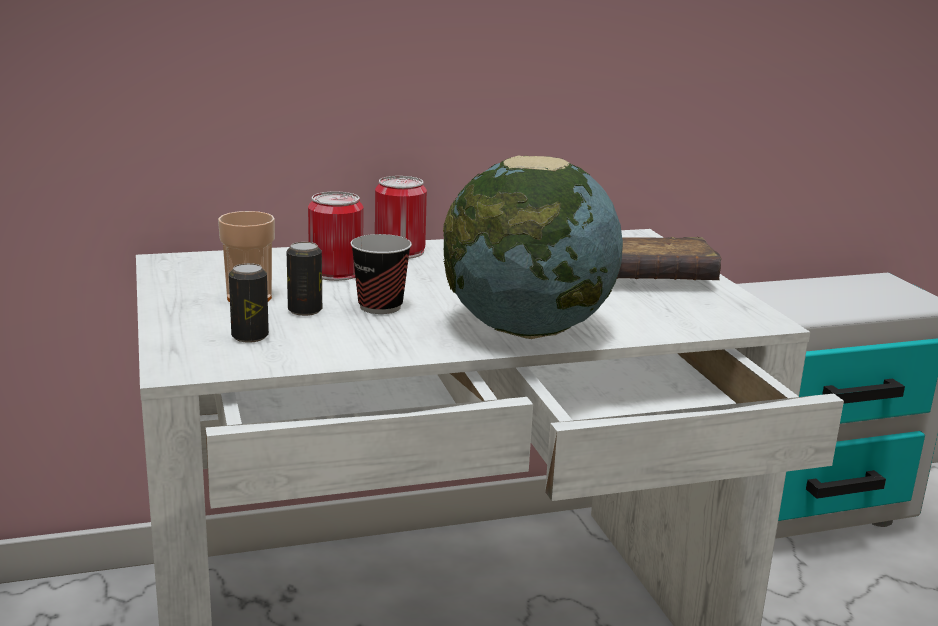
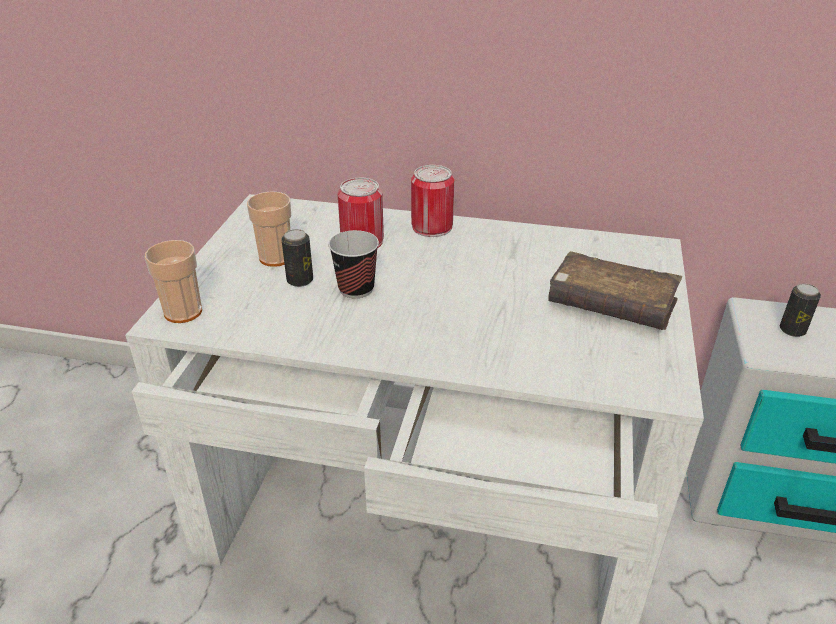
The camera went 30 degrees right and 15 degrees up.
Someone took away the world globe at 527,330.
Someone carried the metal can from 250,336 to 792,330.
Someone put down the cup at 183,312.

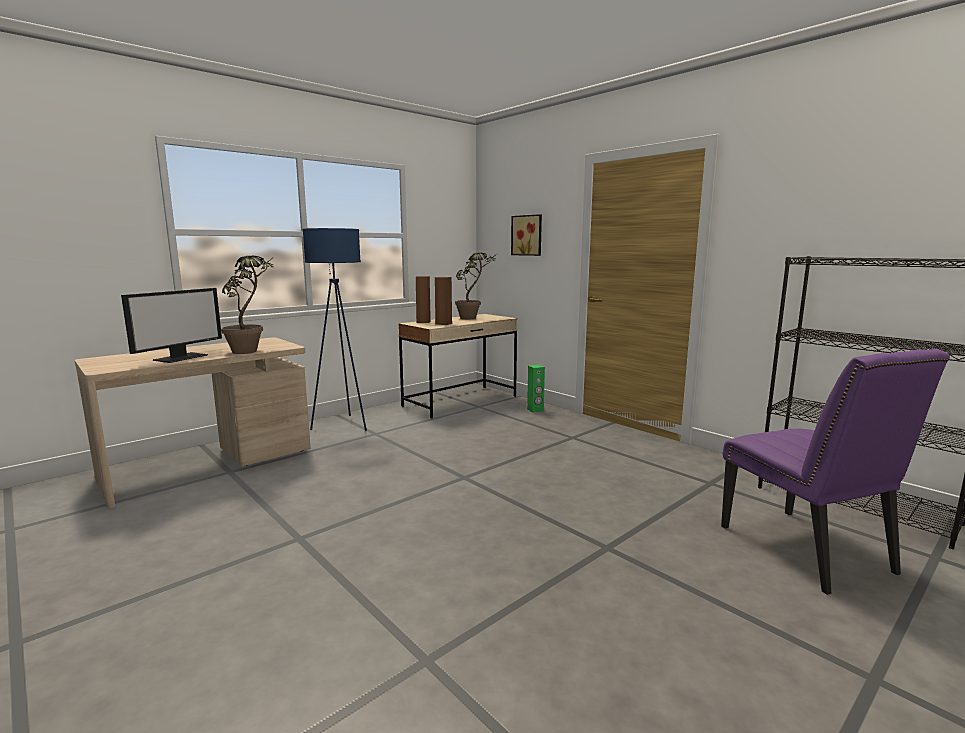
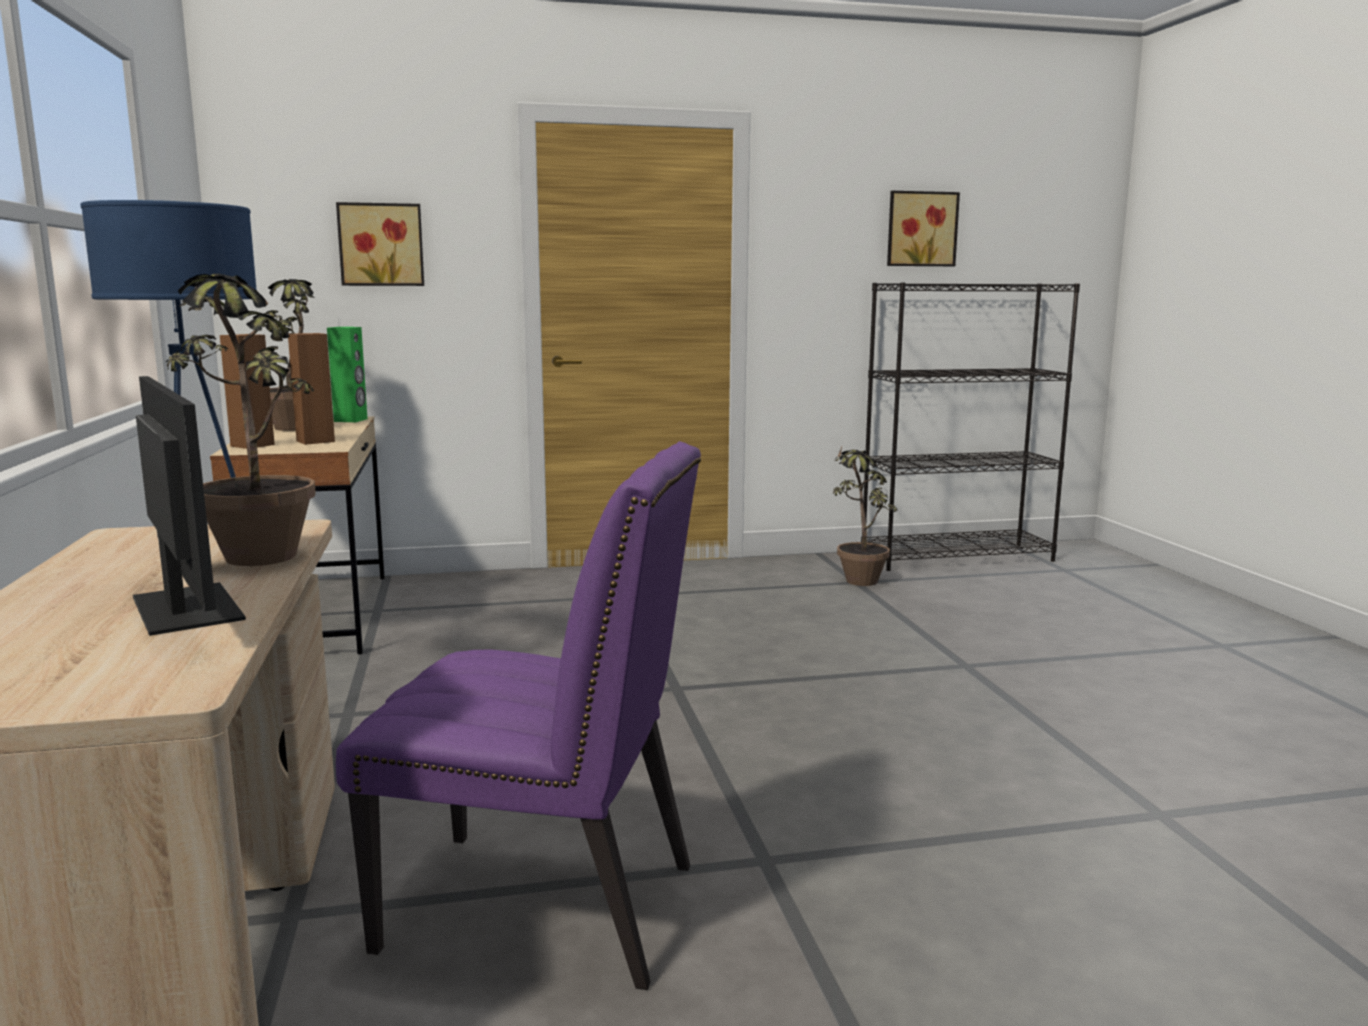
The camera went 60 degrees left and 0 degrees up.
Someone carried the purple chair from 802,548 to 538,907.
Someone carried the greenish speaker from 535,410 to 351,420.
Someone put up the wall art at 921,229.
Someone put down the houseplant at 857,578.

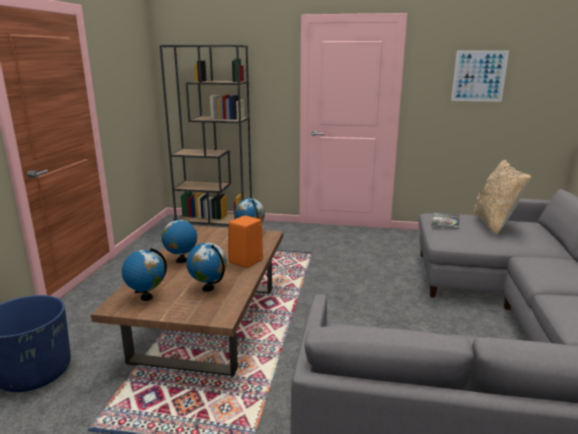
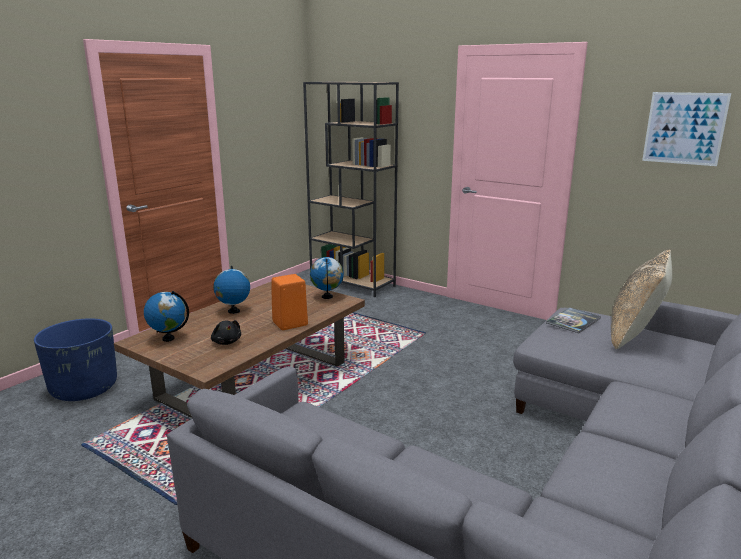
The camera went 25 degrees right and 0 degrees up.
Someone swapped the world globe at 208,288 for the black plush toy at 226,342.

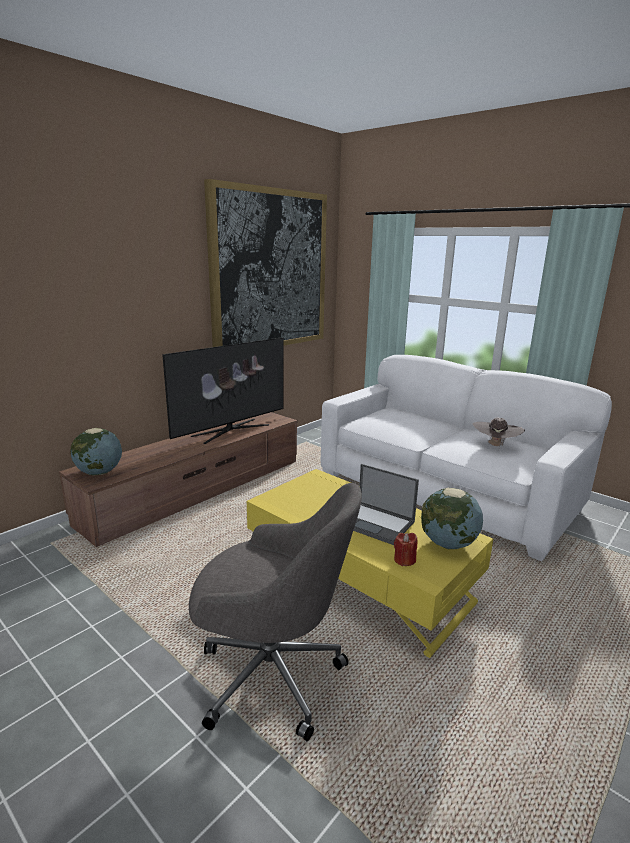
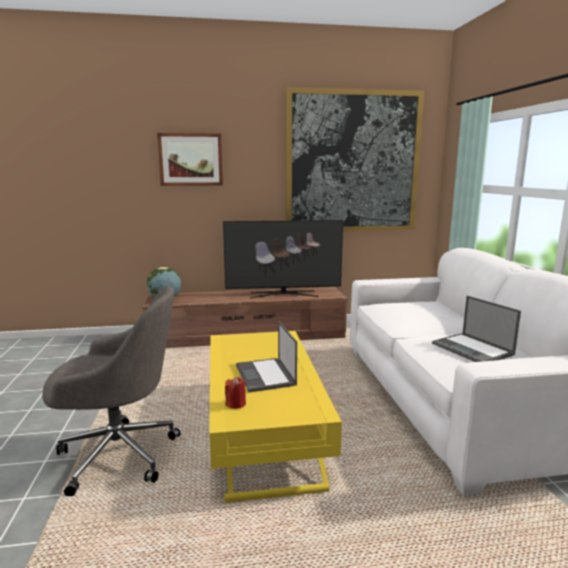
The camera went 40 degrees right and 5 degrees down.
Someone swapped the brownish wearable hat at 495,446 for the notebook computer at 473,349.
Someone rotated the gray computer chair at 273,676 by 60 degrees counterclockwise.
Someone took away the world globe at 448,544.
Someone put up the wall art at 190,159.

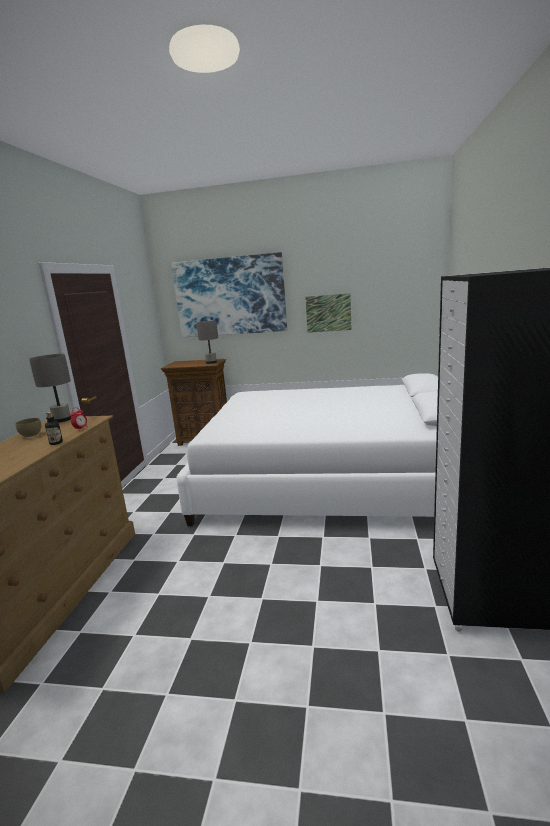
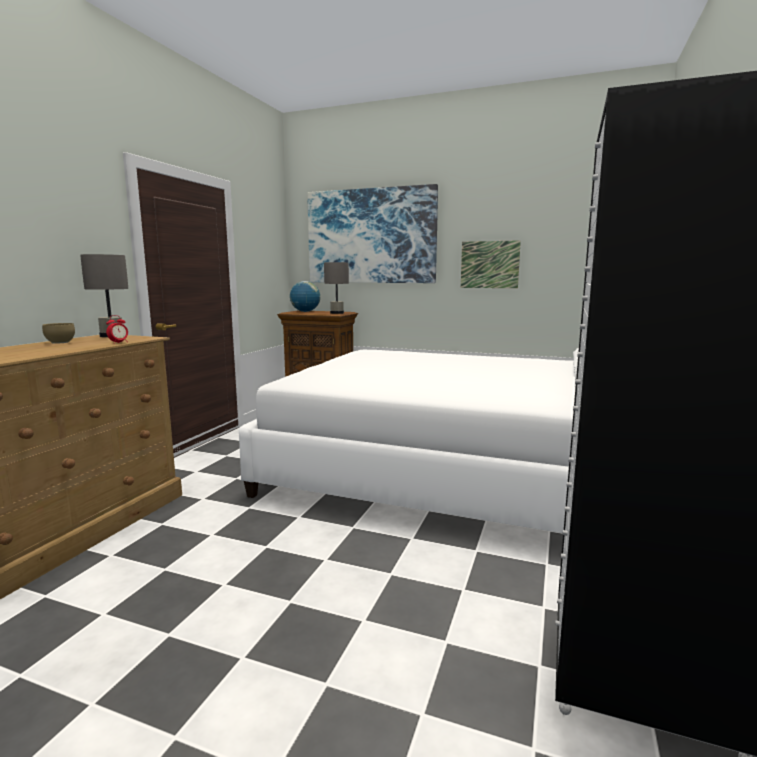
The camera went 10 degrees right and 5 degrees down.
Someone took away the drink bottle at 56,443.
Someone put down the world globe at 305,311.

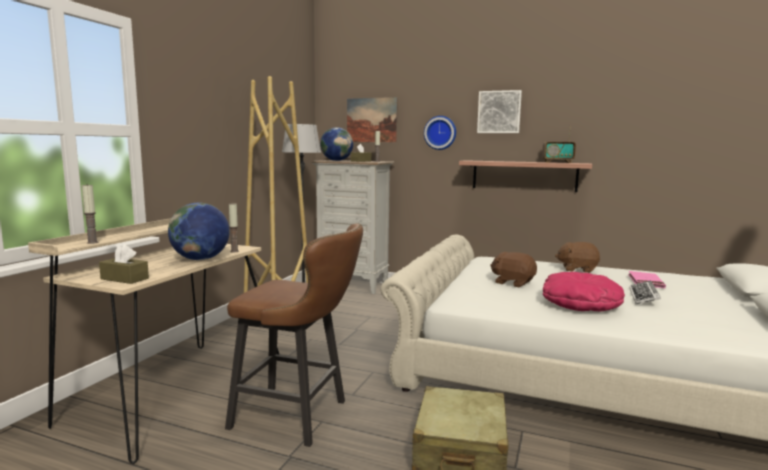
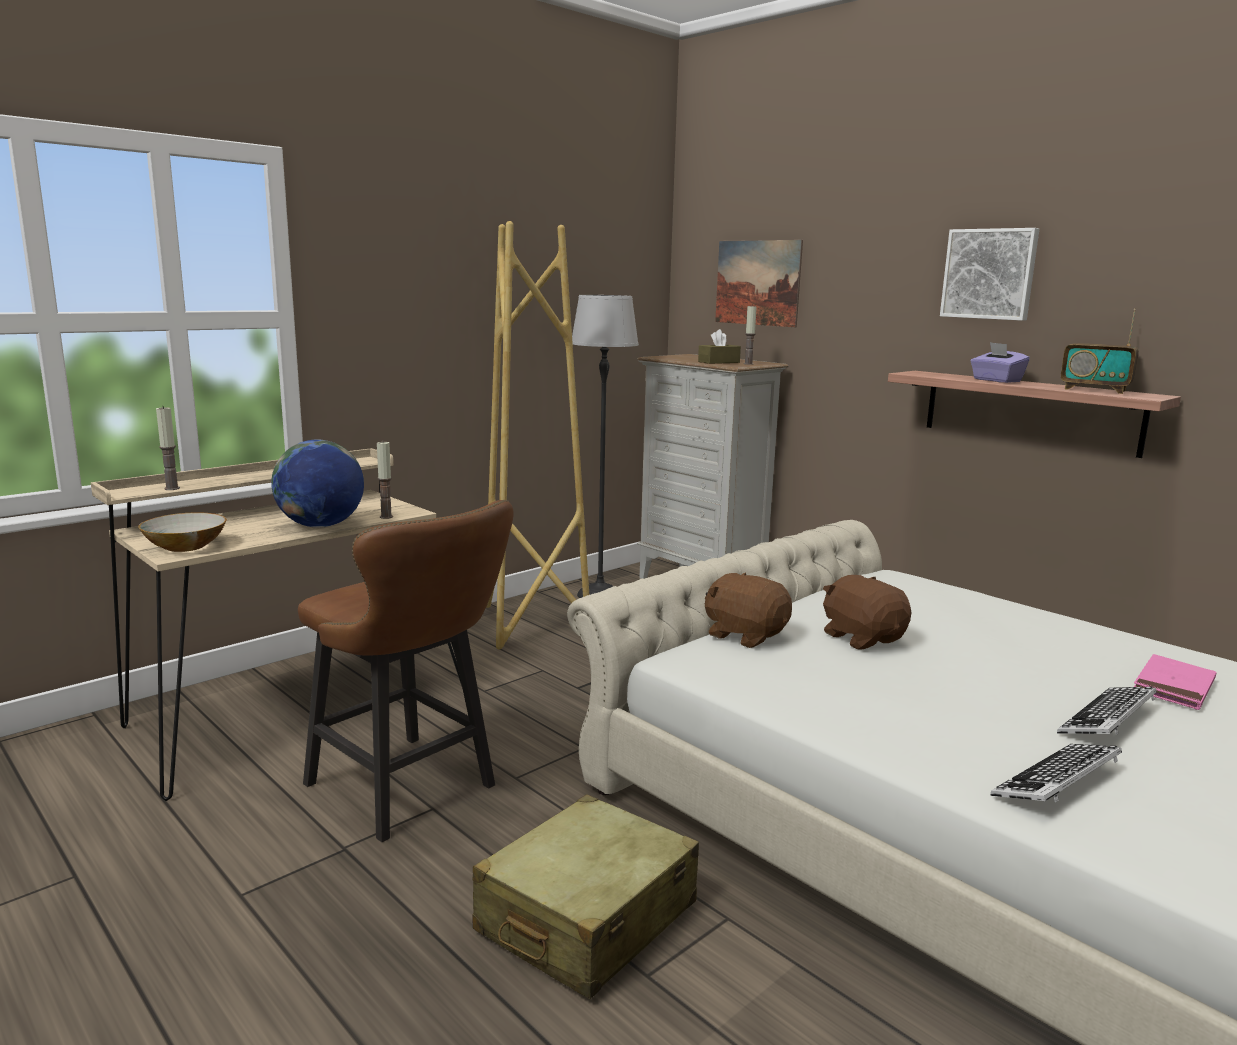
The camera went 25 degrees right and 5 degrees up.
Someone took away the clock on the wall at 440,133.
Someone took away the world globe at 336,160.
Someone carried the brownish plush toy from 577,269 to 745,635.
Someone swapped the brownish tissue holder at 124,279 for the deep dish at 184,546.
Someone took away the pink cushion at 581,304.
Someone put down the purple tissue holder at 996,380.
Someone put down the computer keyboard at 1057,783.

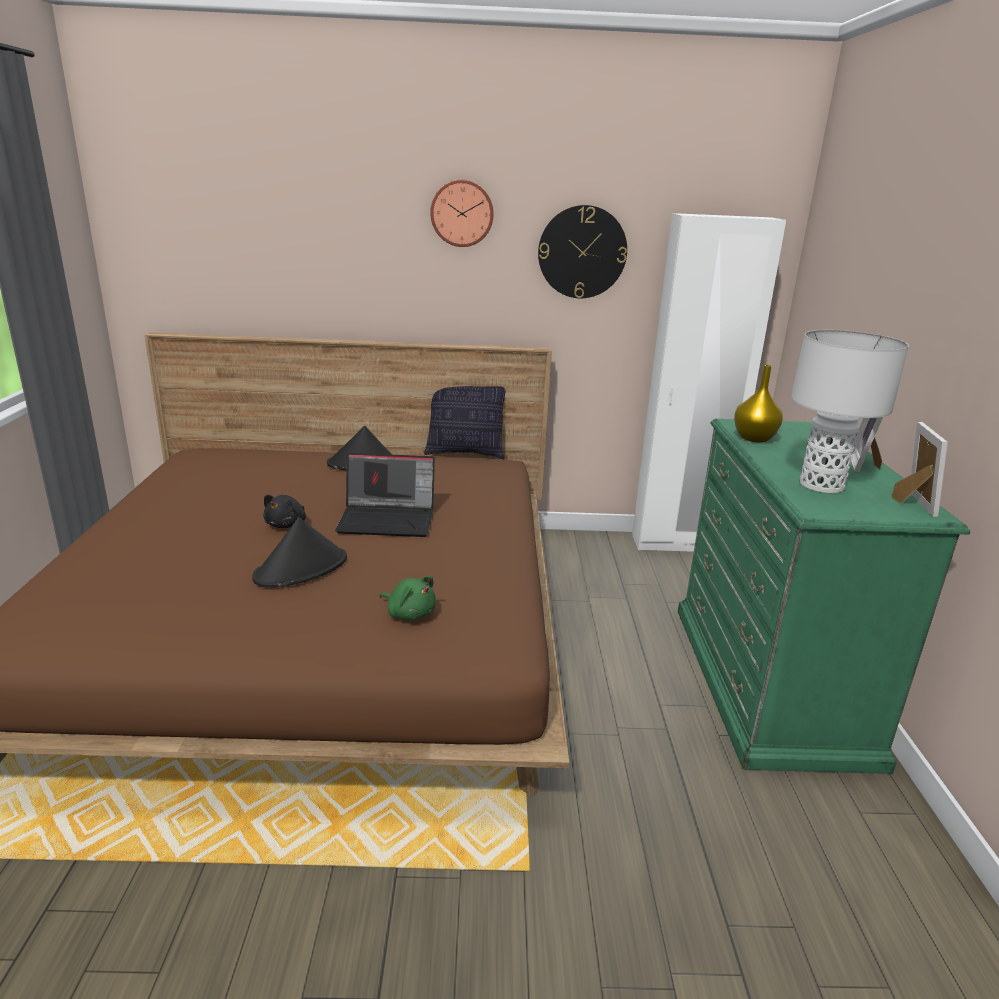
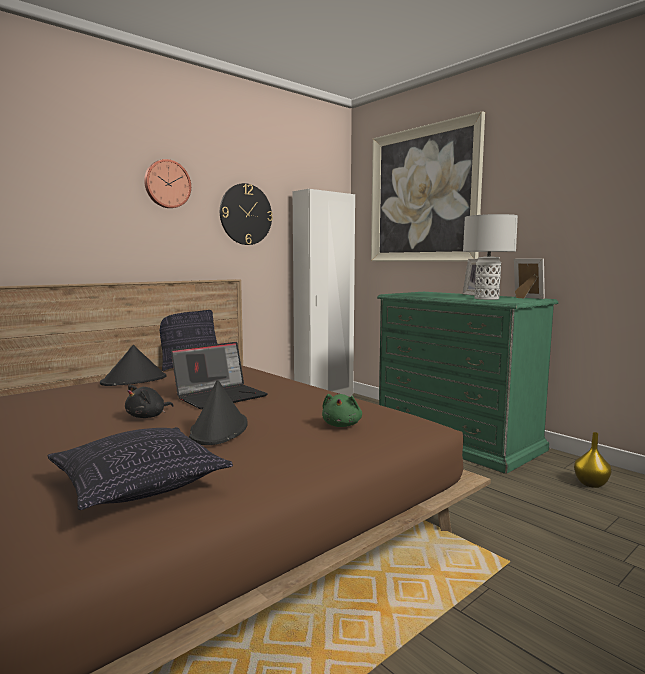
The camera went 40 degrees left and 15 degrees down.
Someone carried the yellow flower vase from 754,439 to 591,484.
Someone rotated the black plush toy at 287,525 by 60 degrees clockwise.
Someone rotated the greenish plush toy at 409,613 by 105 degrees clockwise.
Someone put up the wall art at 423,195.
Someone put down the cushion at 140,485.

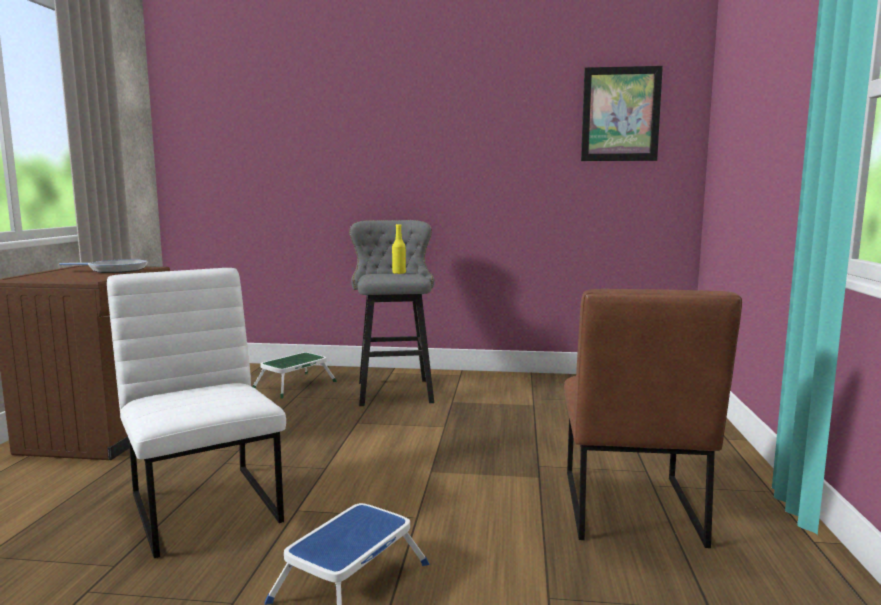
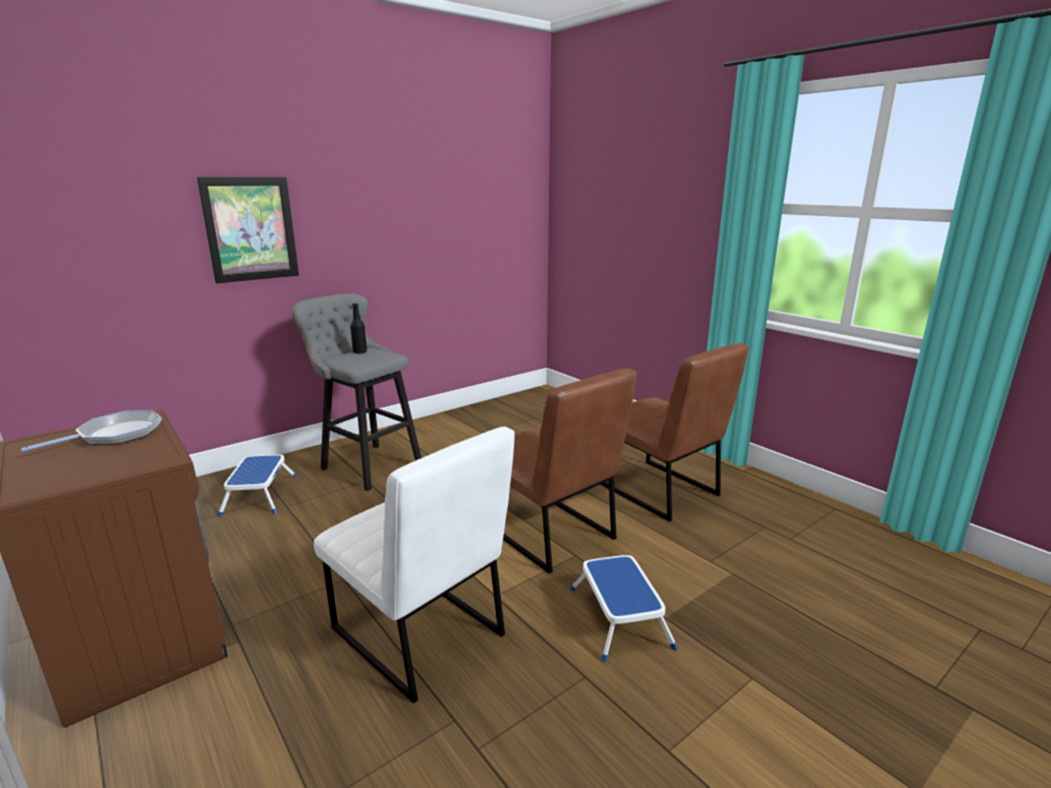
The camera went 45 degrees left and 10 degrees up.
Someone carried the wall art from 620,114 to 250,229.
Someone repainted the yellow drink bottle at 399,273, which became the black drink bottle at 360,352.
Someone rotated the whitish chair at 205,505 by 150 degrees counterclockwise.
Someone repainted the greenish step stool at 295,385, which became the blue-coloured step stool at 260,495.
Someone put down the brownish chair at 549,533.

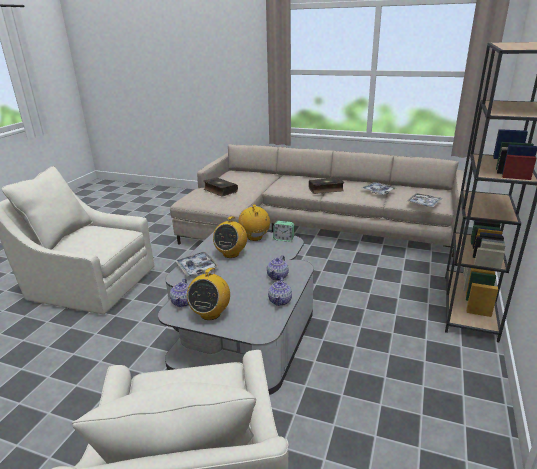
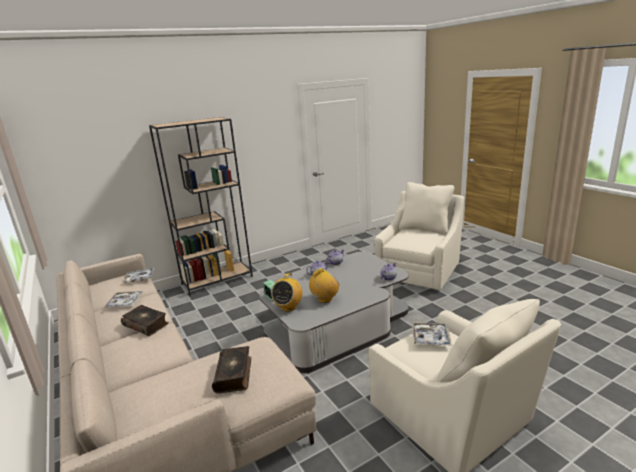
The camera went 140 degrees left and 5 degrees down.
Someone carried the serving tray from 197,267 to 431,338.
Someone took away the radio at 210,313.

